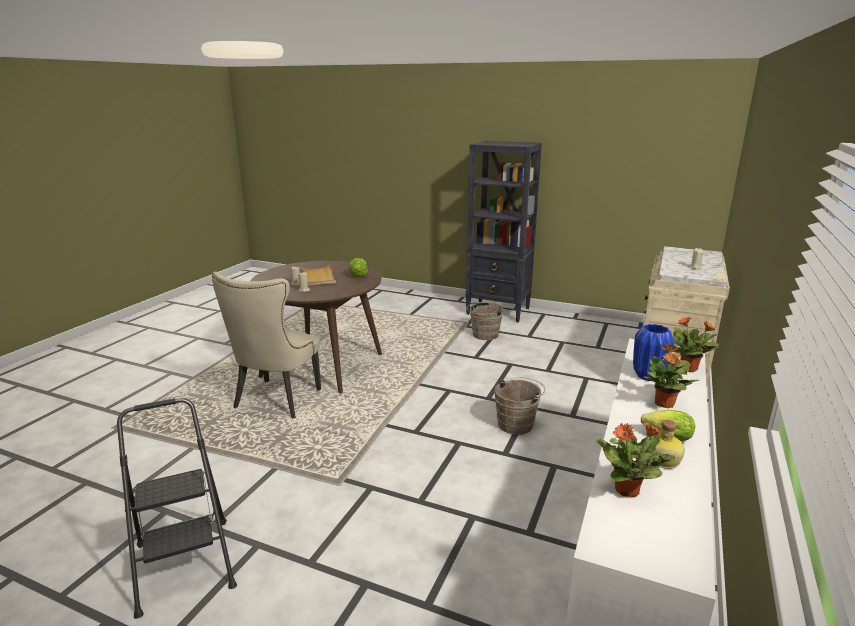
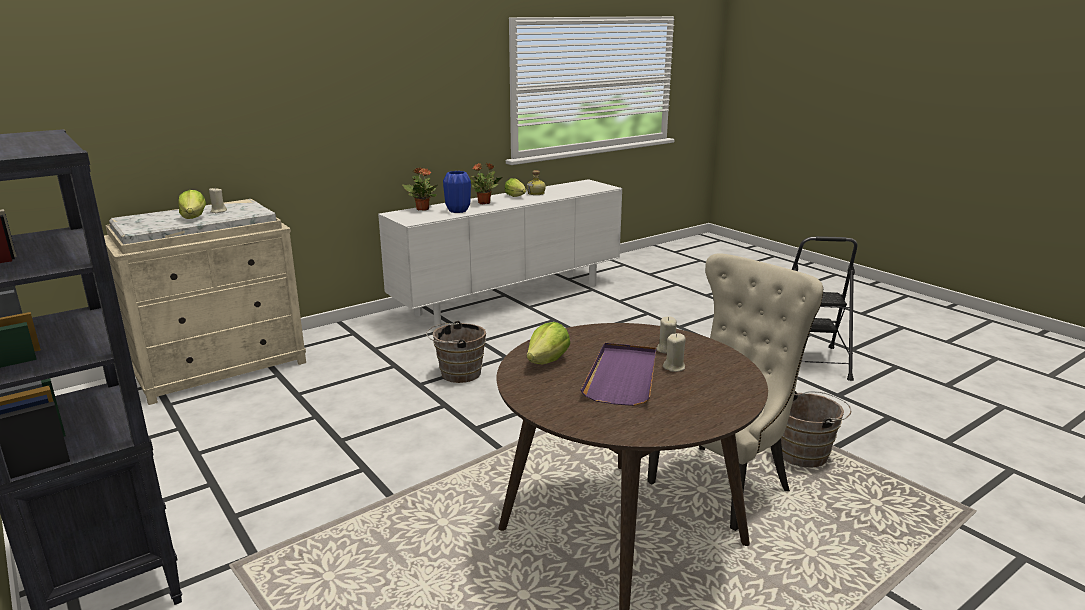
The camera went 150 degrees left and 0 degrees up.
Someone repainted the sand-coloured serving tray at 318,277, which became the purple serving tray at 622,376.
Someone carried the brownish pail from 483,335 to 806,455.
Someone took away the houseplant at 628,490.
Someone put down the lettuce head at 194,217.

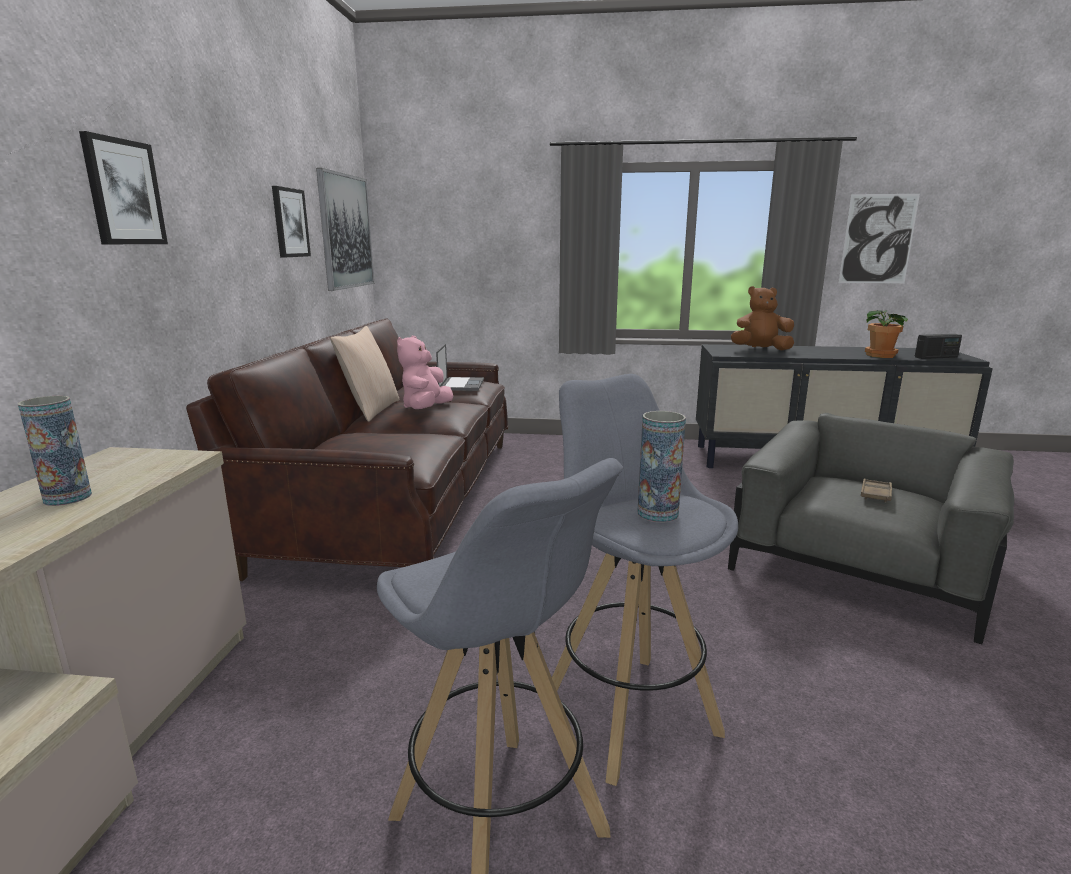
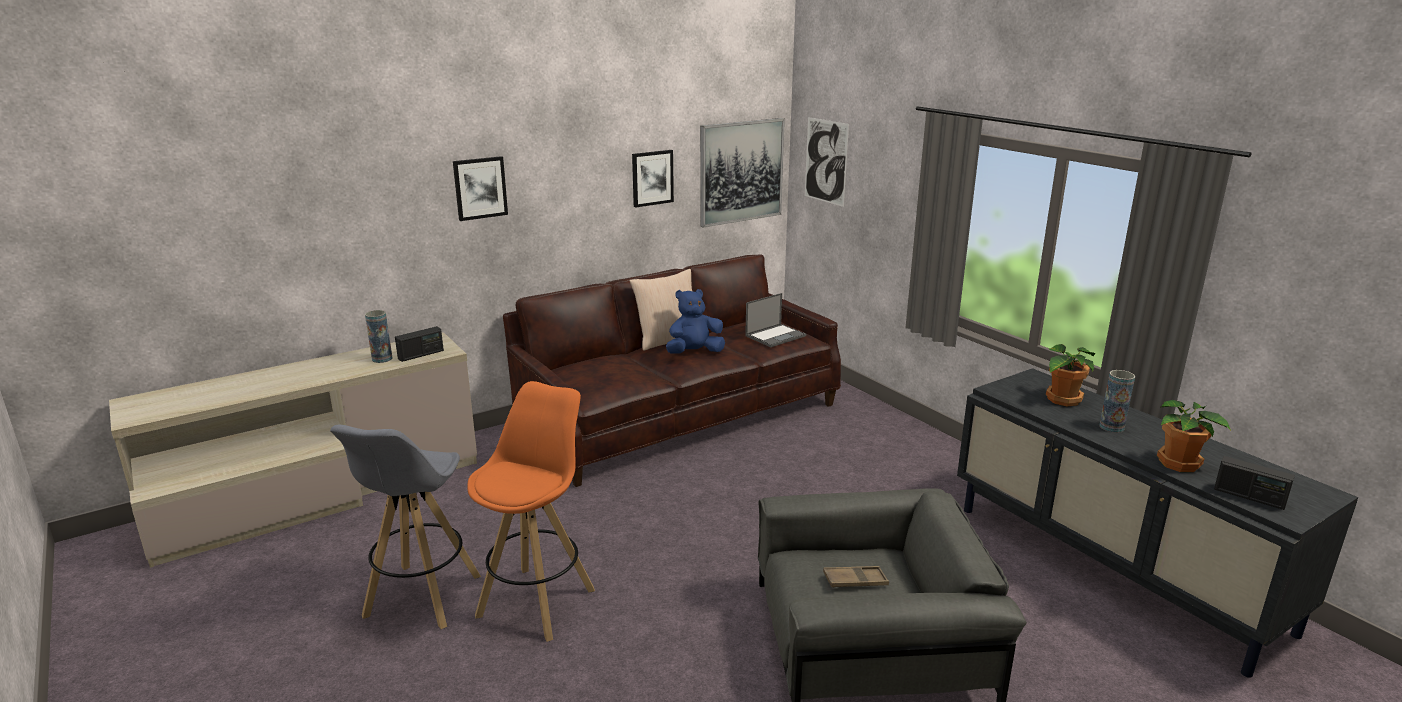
The camera went 50 degrees right and 5 degrees up.
Someone carried the wall art from 878,239 to 825,161.
Someone swapped the brownish plush toy at 760,350 for the houseplant at 1062,399.
Someone repainted the pink plush toy at 426,409, which became the blue-coloured plush toy at 694,352.
Someone repainted the gray sitting stool at 628,710, which became the orangey sitting stool at 539,601.
Someone carried the flower vase from 657,513 to 1111,427.
Someone put down the radio at 421,355.

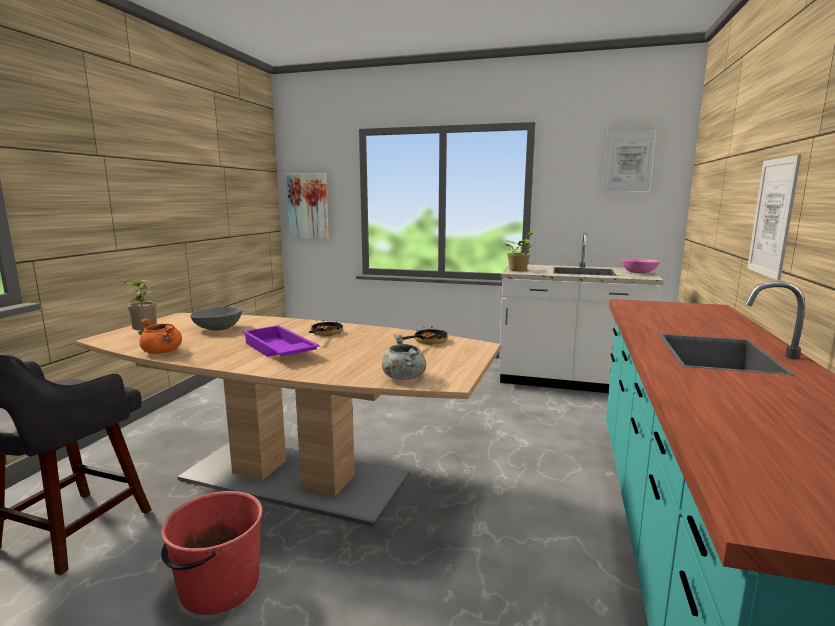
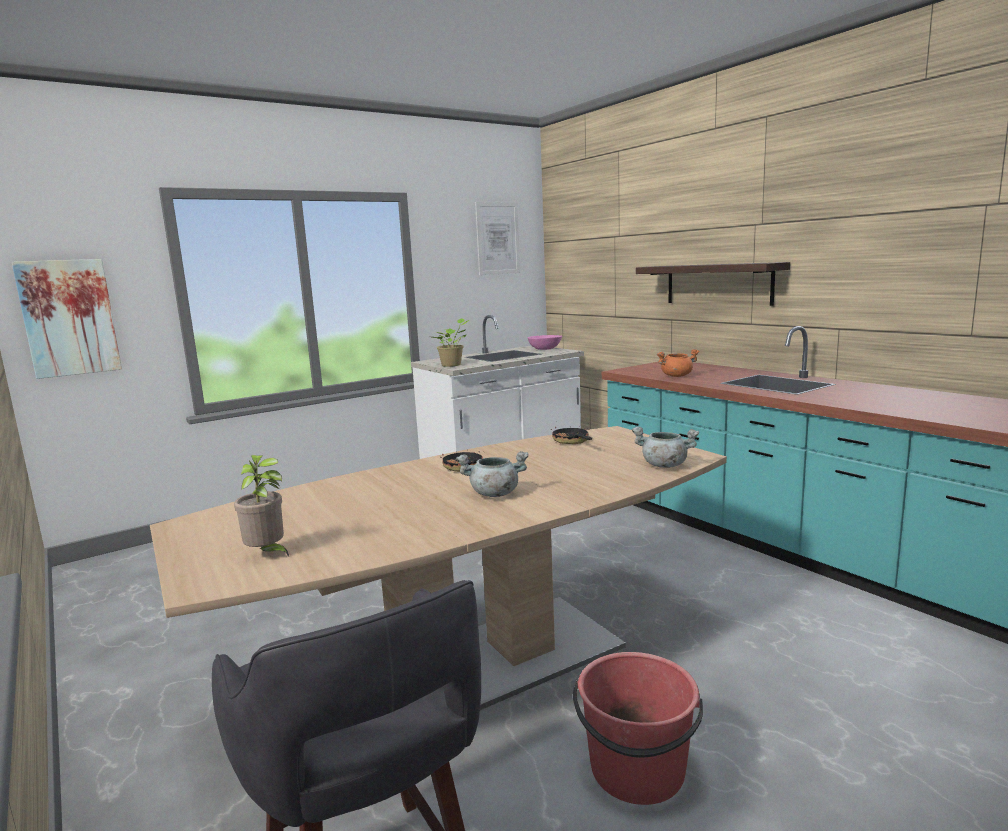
The camera went 50 degrees left and 0 degrees up.
Someone swapped the wall art at 773,217 for the shelf at 718,284.
Someone took away the gray deep dish at 219,328.
Someone carried the orangey stockpot from 162,352 to 676,376.
Someone swapped the purple serving tray at 277,350 for the gray stockpot at 494,494.

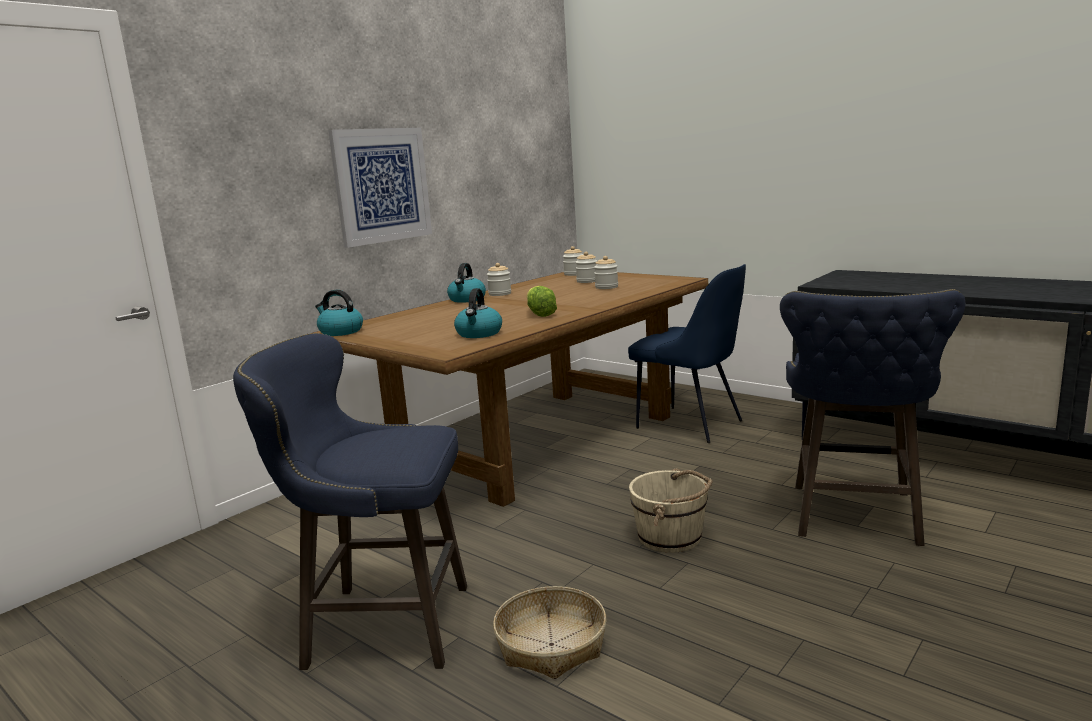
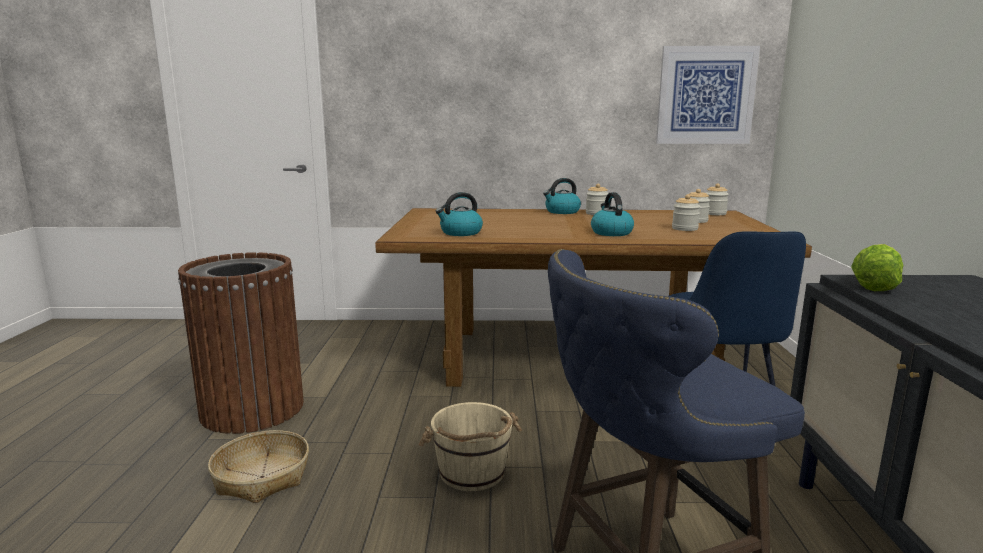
The camera went 50 degrees right and 0 degrees up.
Someone carried the wall art from 382,185 to 706,95.
Someone carried the lettuce head from 540,314 to 875,286.
Someone carried the kettle from 340,332 to 611,232.
Someone swapped the blue-coloured sitting stool at 380,625 for the brownish waste bin at 252,408.

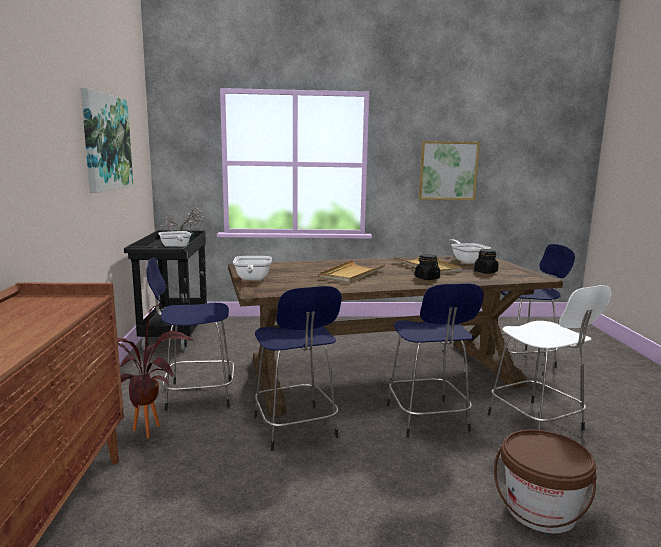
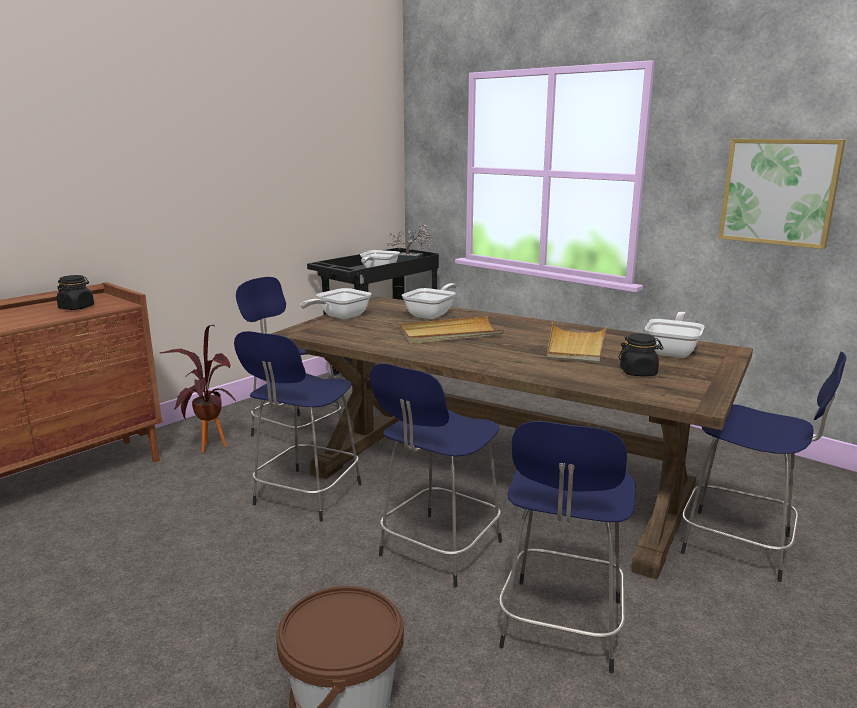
The camera went 45 degrees right and 5 degrees up.
Someone took away the wall art at 106,142.
Someone carried the black preserve jar from 427,278 to 76,307.
Someone repainted the whitish sitting stool at 537,424, which became the blue-coloured sitting stool at 561,627.
Someone put down the pan at 432,314.

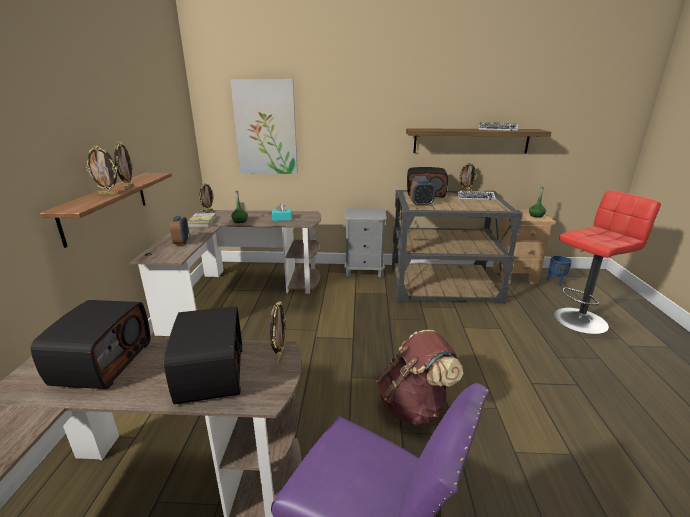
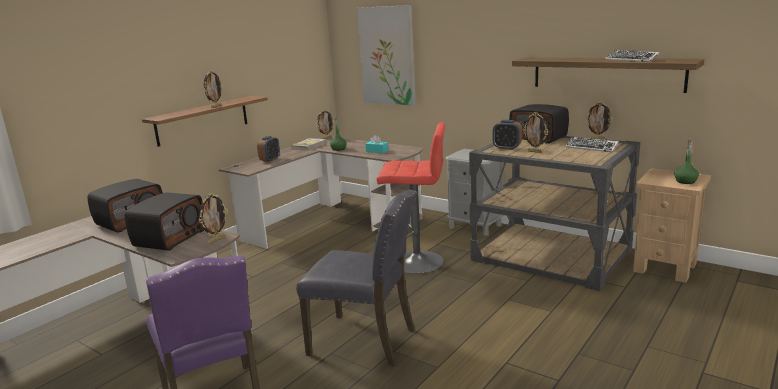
The camera went 35 degrees right and 5 degrees down.
Someone carried the photo frame from 108,194 to 535,152.
Someone carried the reddish sitting stool from 581,320 to 417,262.
Someone took away the blue-coloured planter at 556,281.
Someone swapped the brownish rucksack at 414,406 for the gray chair at 366,341.

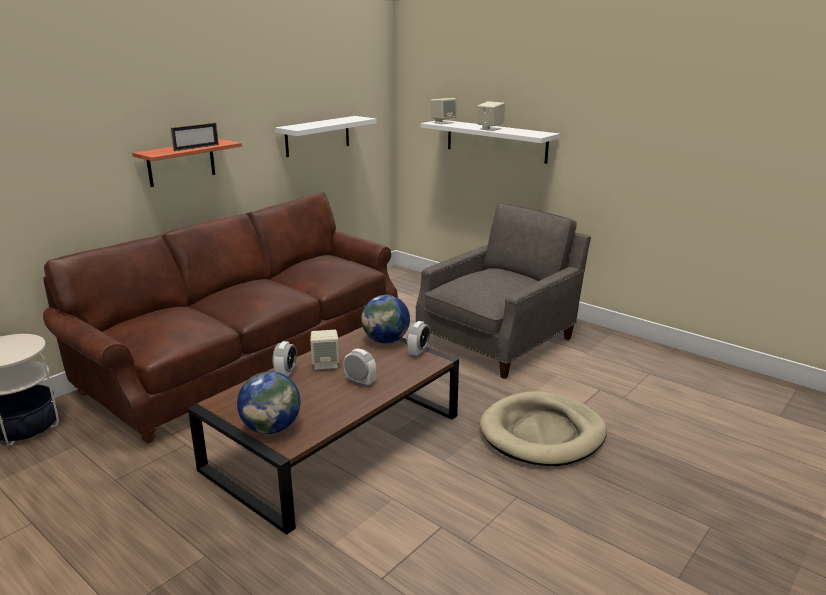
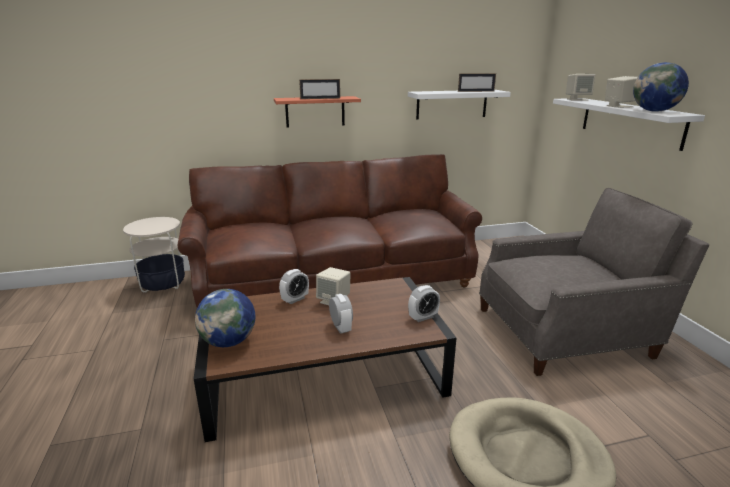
The camera went 35 degrees right and 0 degrees up.
Someone carried the world globe from 386,340 to 654,111.
Someone put down the photo frame at 476,91.

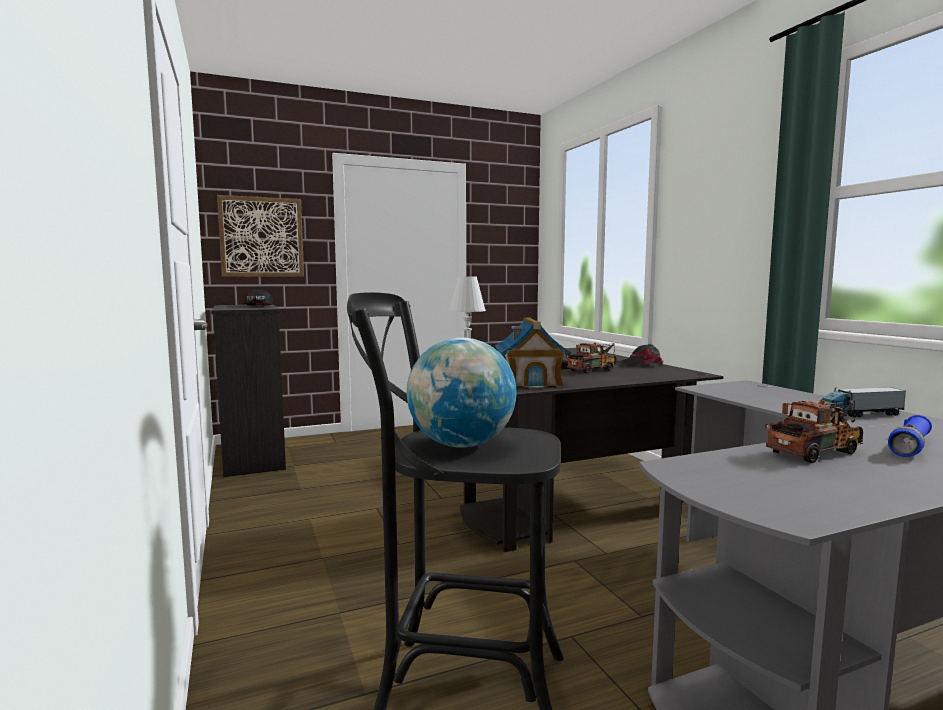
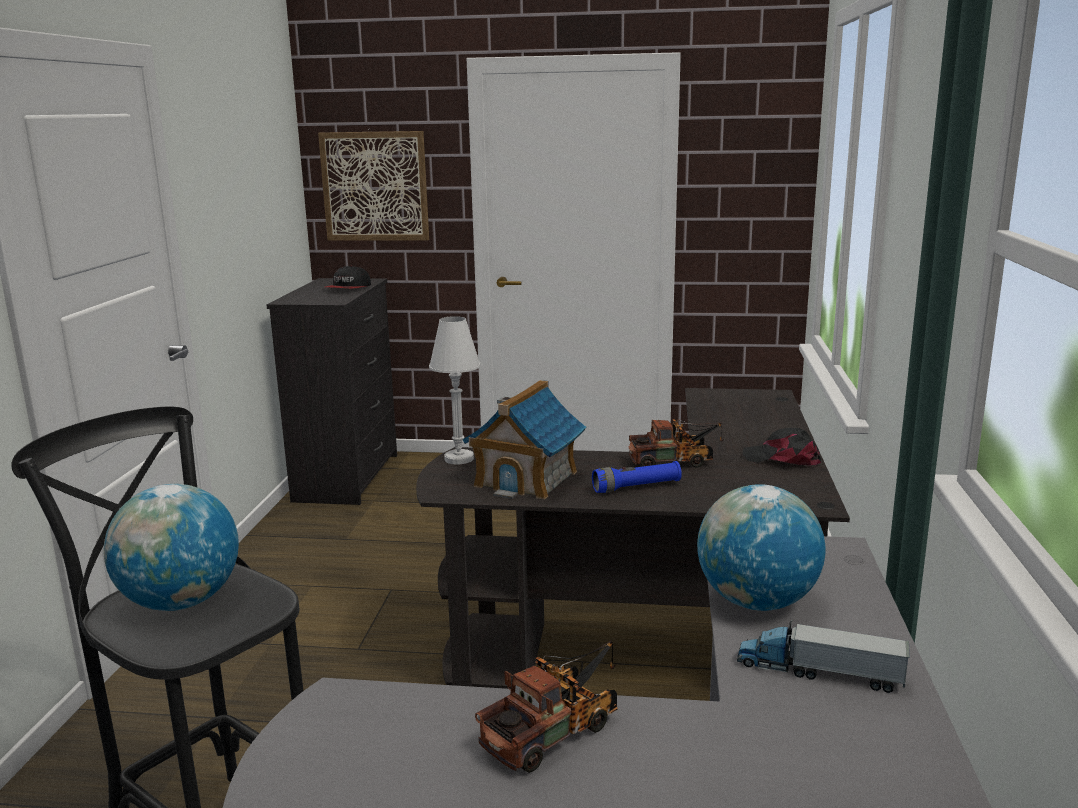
The camera went 30 degrees right and 10 degrees up.
Someone rotated the model truck at 818,451 by 45 degrees counterclockwise.
Someone carried the blue-coloured flashlight from 910,447 to 636,487.
Someone put down the world globe at 756,601.

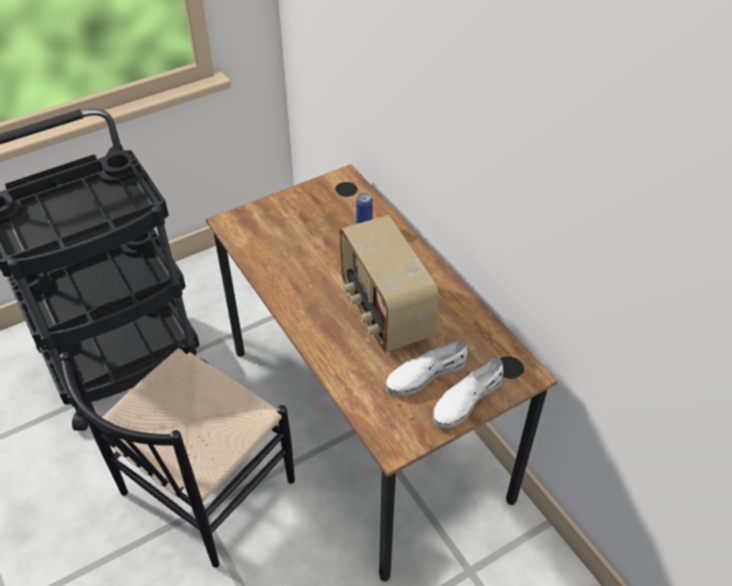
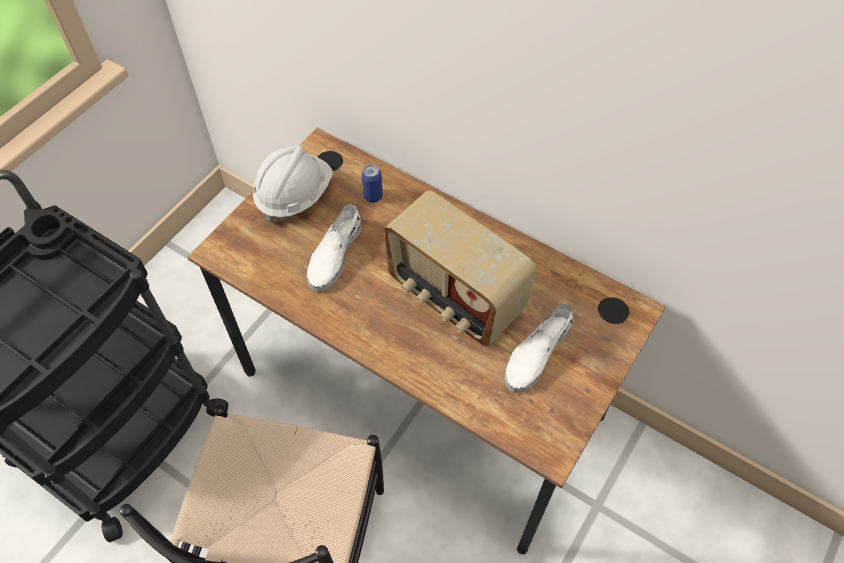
The camera went 25 degrees left and 10 degrees up.
Someone carried the whitish low shoe from 466,399 to 334,254.
Someone put down the whitish work helmet at 294,195.

